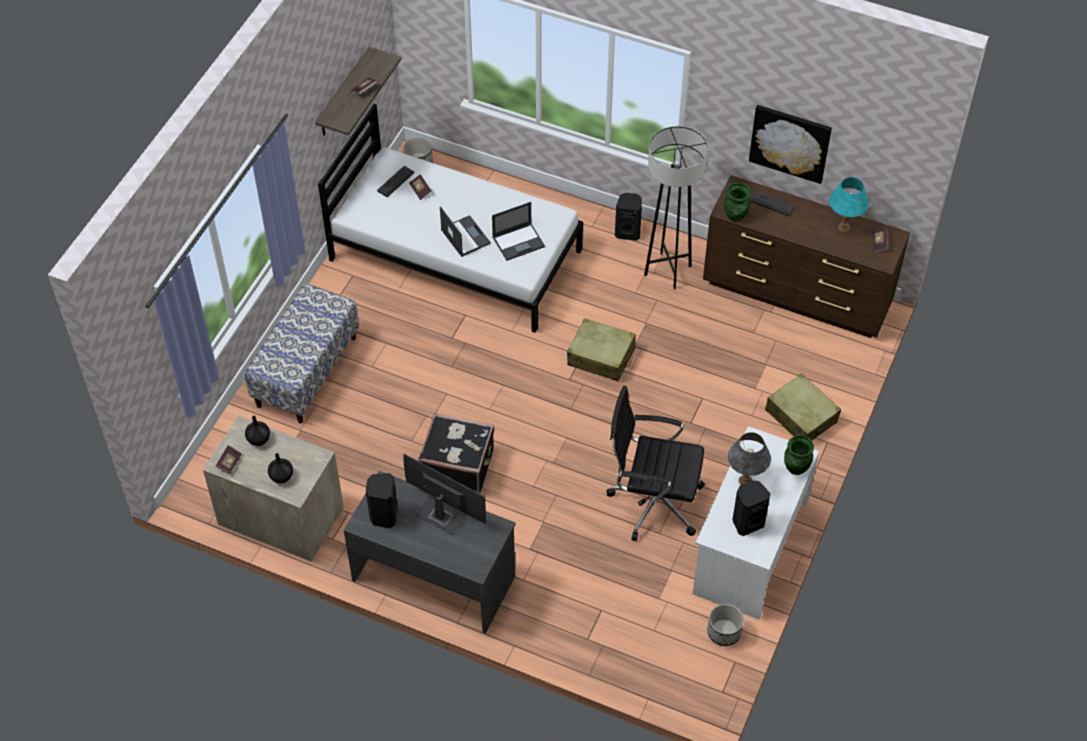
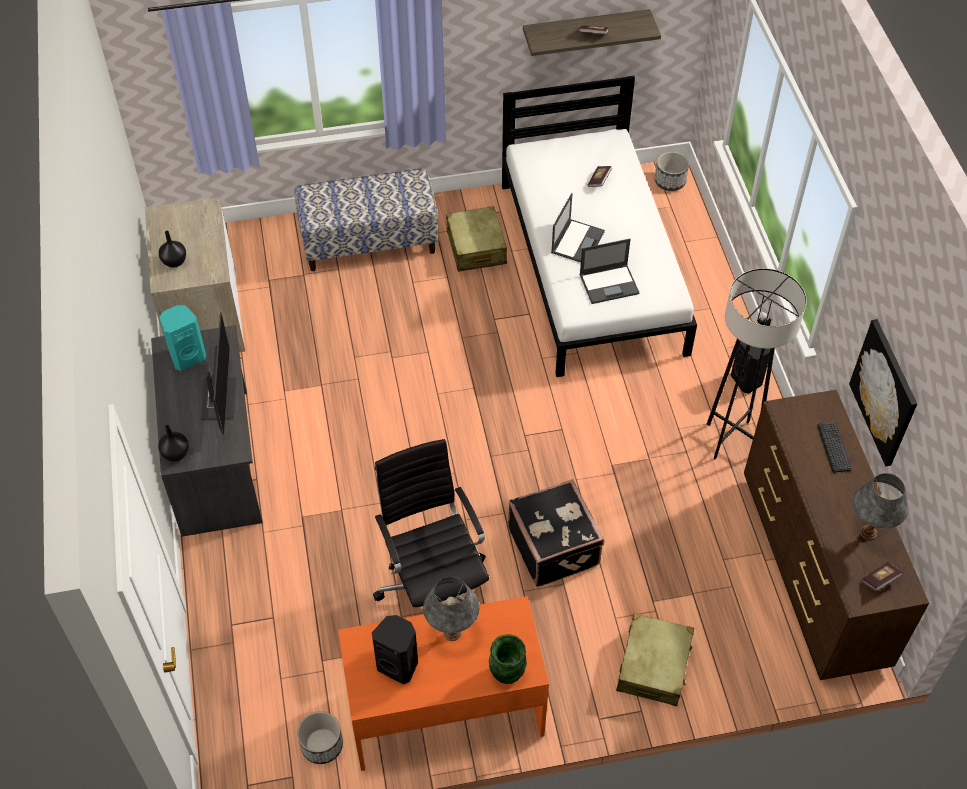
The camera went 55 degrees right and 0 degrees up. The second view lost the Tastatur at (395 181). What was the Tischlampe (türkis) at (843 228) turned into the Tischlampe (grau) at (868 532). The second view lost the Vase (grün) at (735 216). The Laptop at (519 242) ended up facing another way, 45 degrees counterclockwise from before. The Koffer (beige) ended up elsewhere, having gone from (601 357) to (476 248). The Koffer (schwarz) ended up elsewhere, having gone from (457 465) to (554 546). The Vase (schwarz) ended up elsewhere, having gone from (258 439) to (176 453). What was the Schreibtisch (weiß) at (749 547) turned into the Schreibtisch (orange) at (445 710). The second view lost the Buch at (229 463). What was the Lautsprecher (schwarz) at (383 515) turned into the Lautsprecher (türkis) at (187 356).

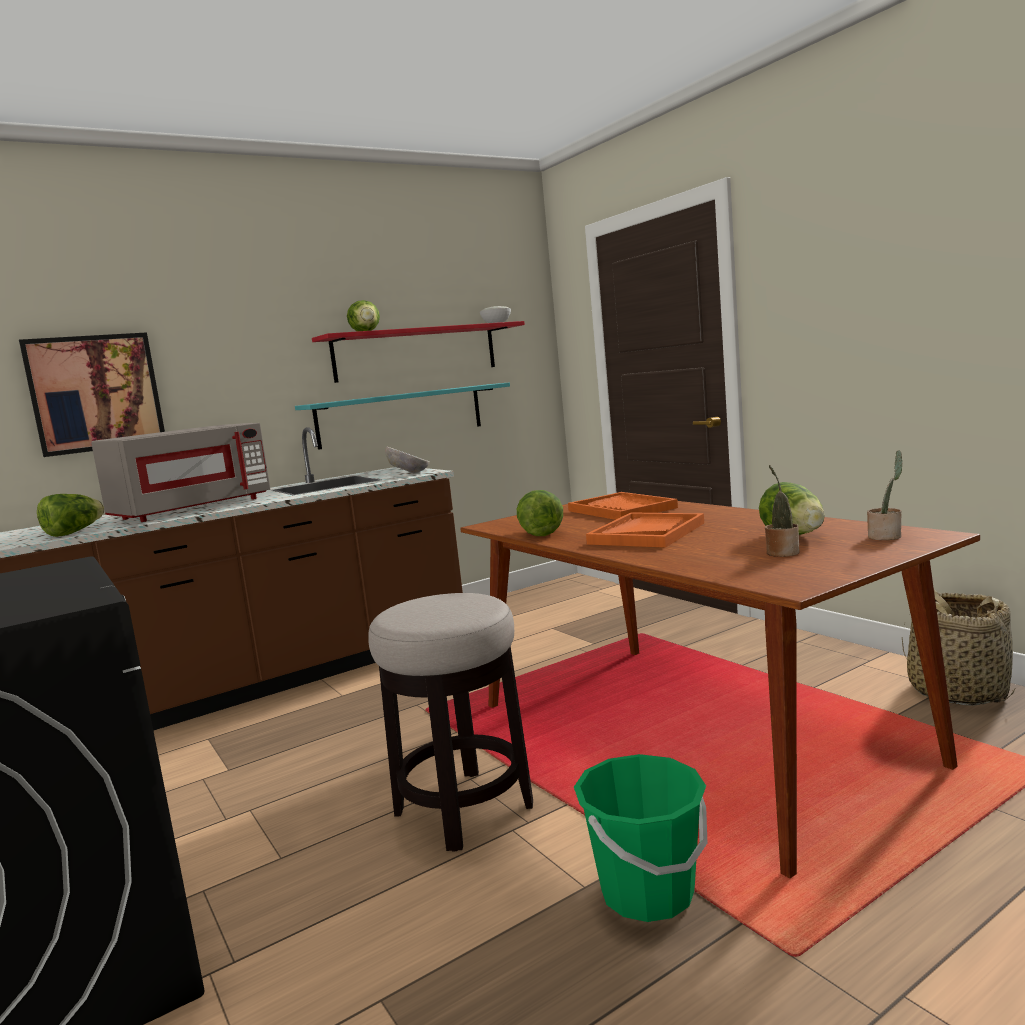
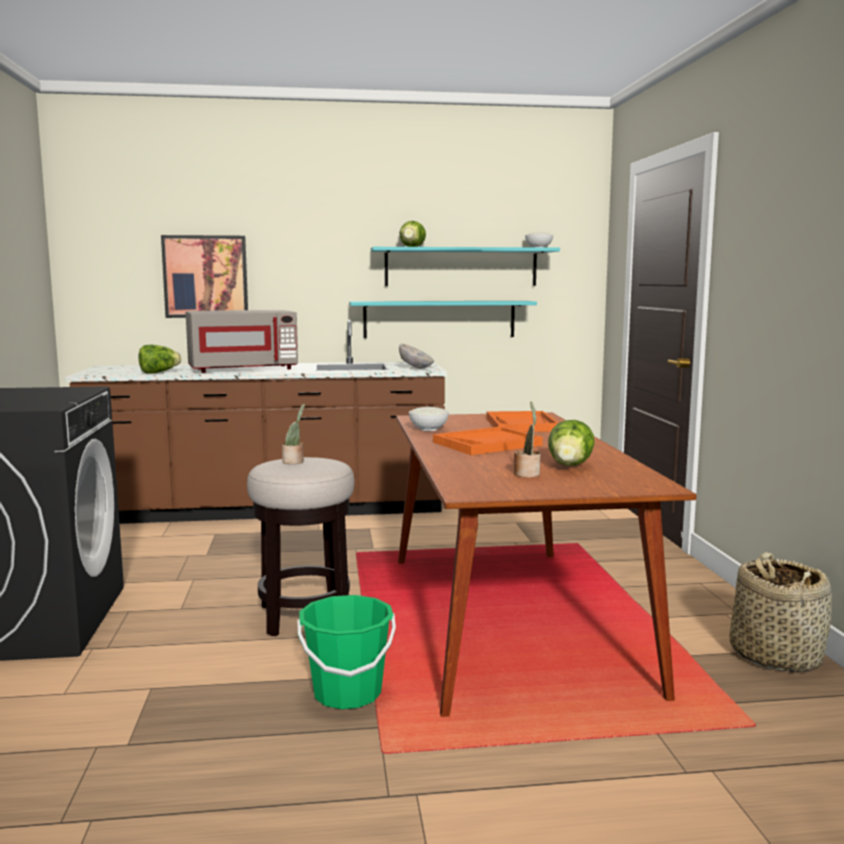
The camera went 25 degrees right and 0 degrees up. What was the Wandregal (rot) at (416 352) turned into the Wandregal (türkis) at (461 267). The Topfpflanze ended up elsewhere, having gone from (886 536) to (294 462). Where the Salatkopf stood at (539 533), the Schüssel (weiß) came to stand at (428 429).

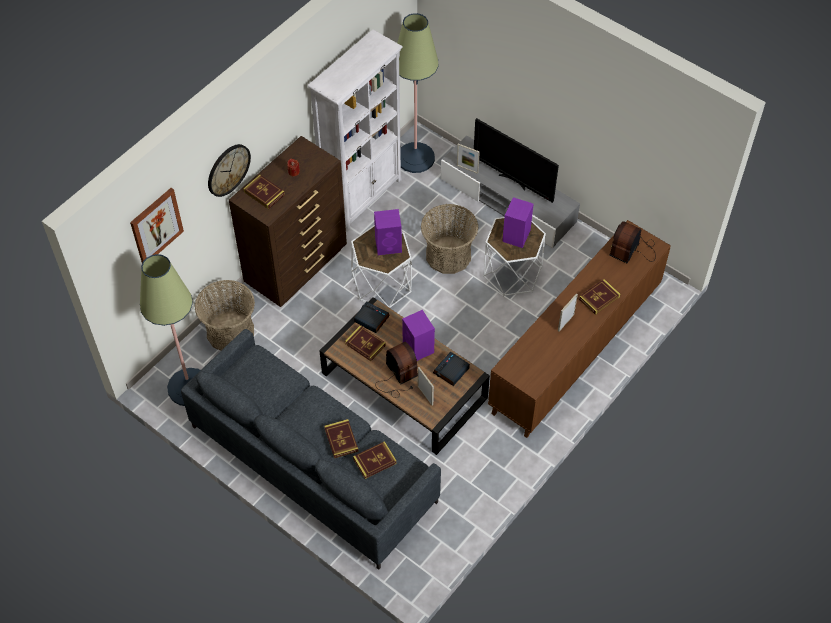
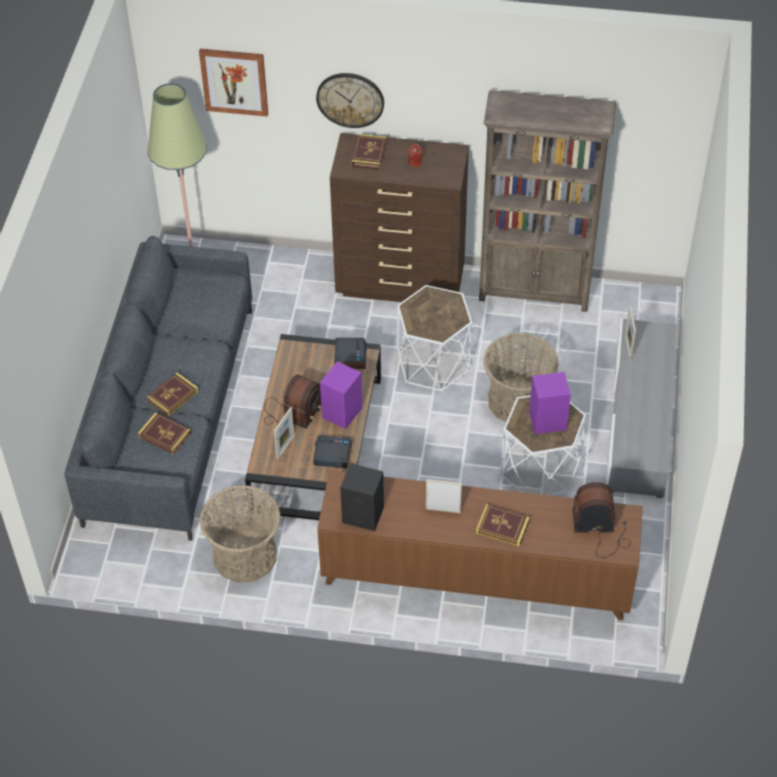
The camera went 60 degrees right and 5 degrees down. The second view lost the Stehlampe at (415 158). What was the Bücherregal (weiß) at (362 197) turned into the Bücherregal (braun) at (535 291). The second view lost the Fernseher at (513 181). The second view lost the Lautsprecher (lila) at (389 245). The Korb ended up elsewhere, having gone from (230 332) to (245 555). The second view lost the Buch at (365 344). The second view gained the Lautsprecher (schwarz) at (364 515).

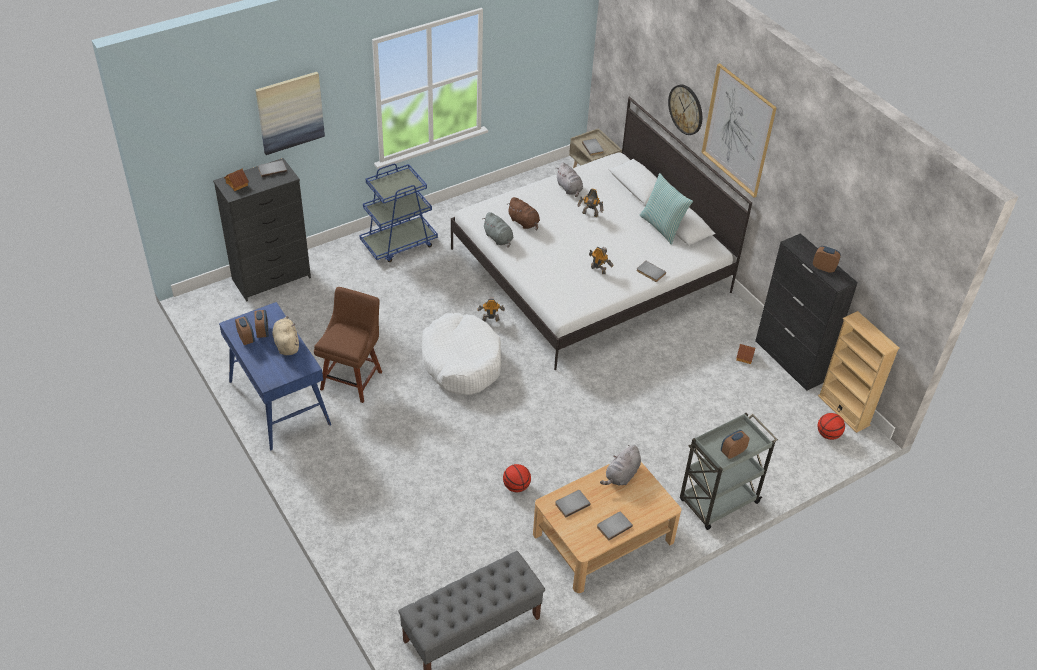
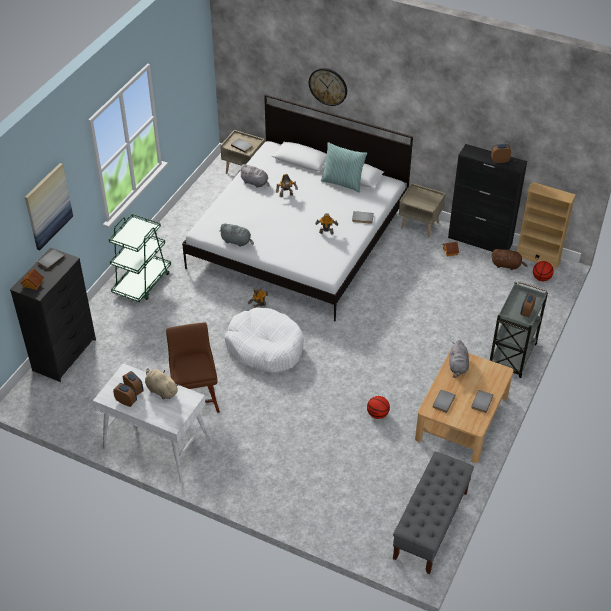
The camera went 30 degrees left and 0 degrees up. The second view lost the Bild at (738 130). What was the Rollwagen (blau) at (399 244) turned into the Rollwagen (grün) at (142 282). The Plüschtier (braun) ended up elsewhere, having gone from (524 222) to (507 265). What was the Schreibtisch (blau) at (278 403) turned into the Schreibtisch (weiß) at (156 444). The second view gained the Nachttisch (beige) at (420 225).

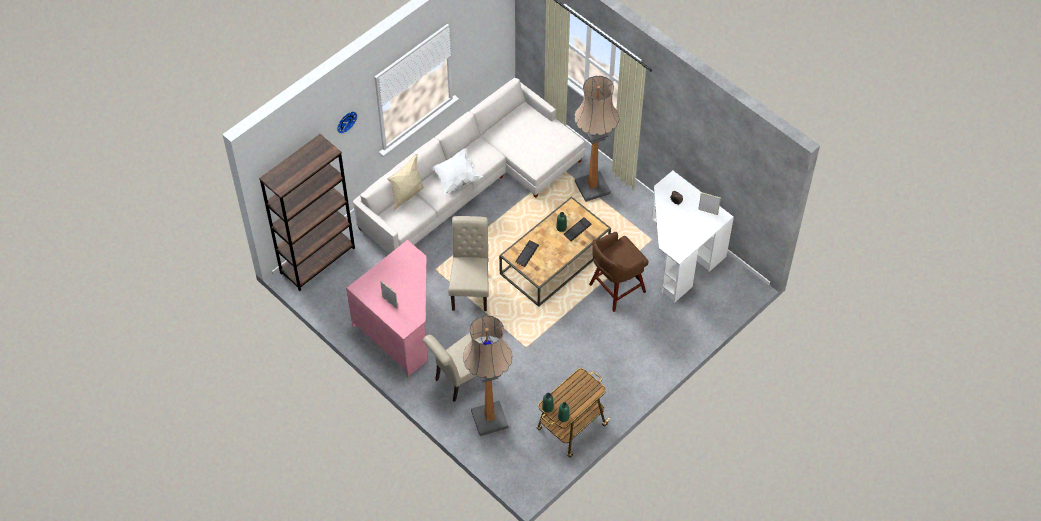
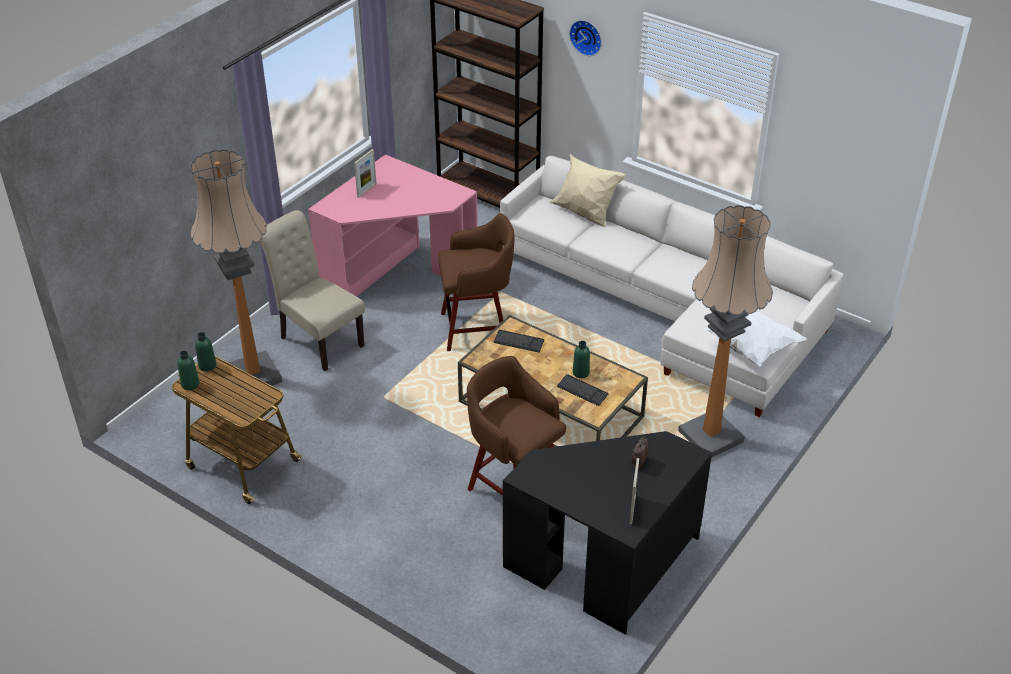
The camera went 80 degrees right and 15 degrees down. The Kissen (weiß) ended up elsewhere, having gone from (455 178) to (752 348). What was the Schreibtisch (weiß) at (679 256) turned into the Schreibtisch (schwarz) at (606 564). Where the Stuhl (beige) stood at (470 288), the Hocker (braun) came to stand at (477 329).

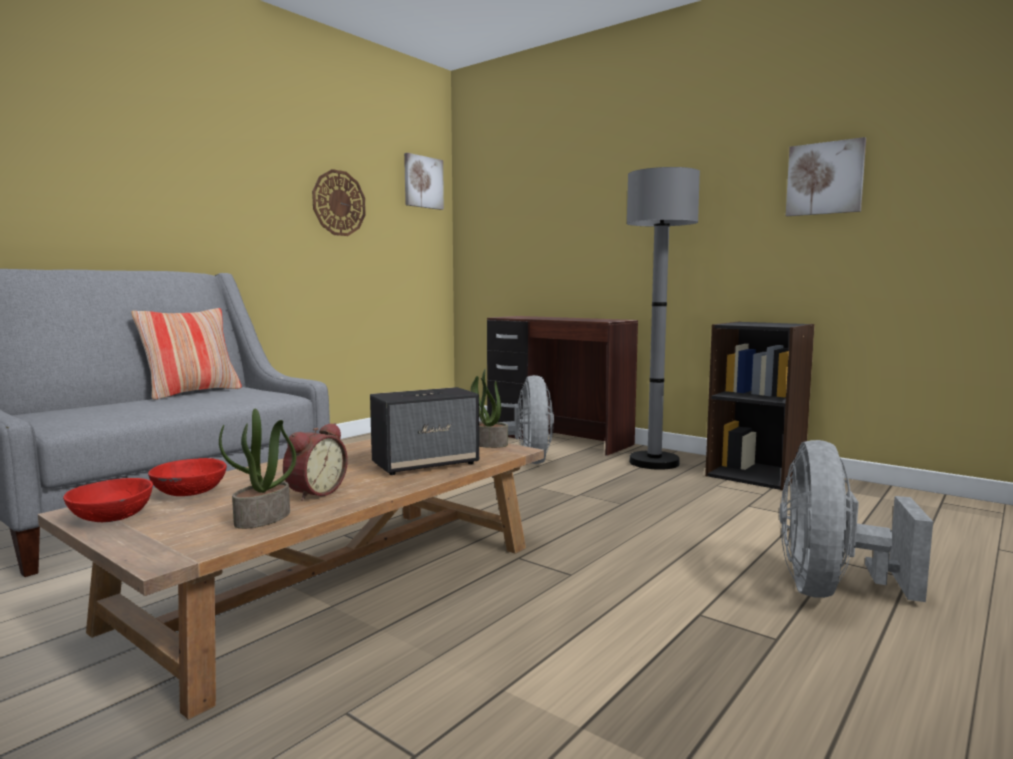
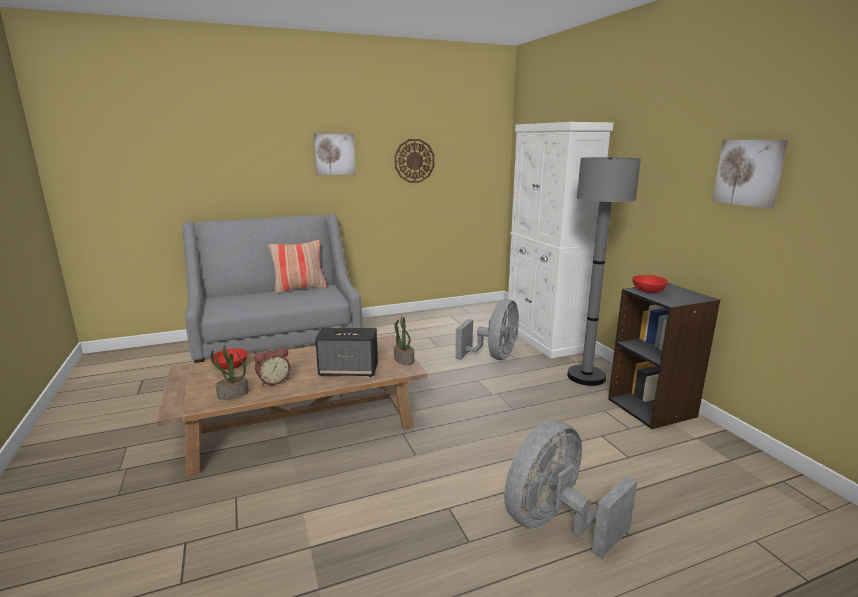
The camera went 30 degrees right and 10 degrees up. The Bild ended up elsewhere, having gone from (423 182) to (334 154). Where the Schreibtisch (braun) stood at (558 440), the Schrank (weiß) came to stand at (544 339). The Schüssel (rot) ended up elsewhere, having gone from (112 516) to (648 290).

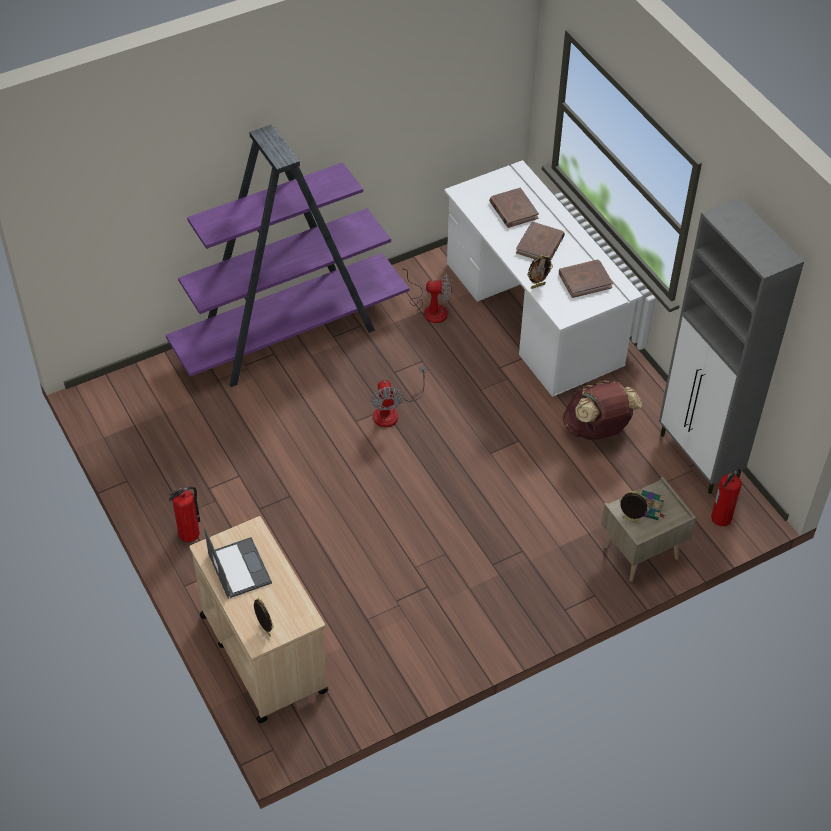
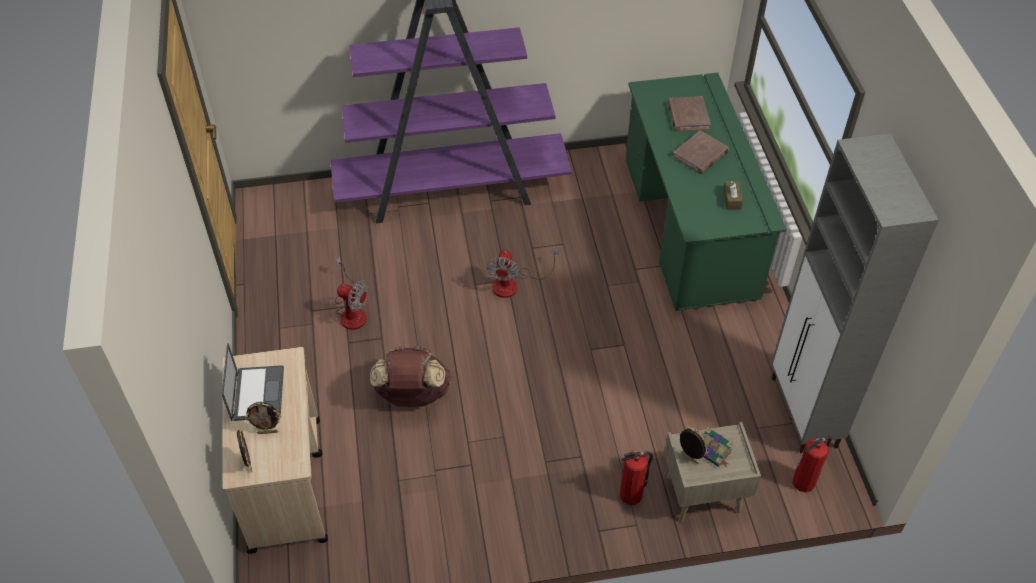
The camera went 20 degrees right and 0 degrees up. What was the Schreibtisch (weiß) at (533 314) turned into the Schreibtisch (grün) at (690 227). The Bilderrahmen ended up elsewhere, having gone from (537 285) to (268 432). Where the Buch (braun) stood at (585 280), the Taschentuchbox (braun) came to stand at (732 199). The Ventilator ended up elsewhere, having gone from (430 308) to (351 311). The Rucksack (braun) ended up elsewhere, having gone from (597 430) to (412 396). The Feuerlöscher ended up elsewhere, having gone from (189 533) to (631 494).

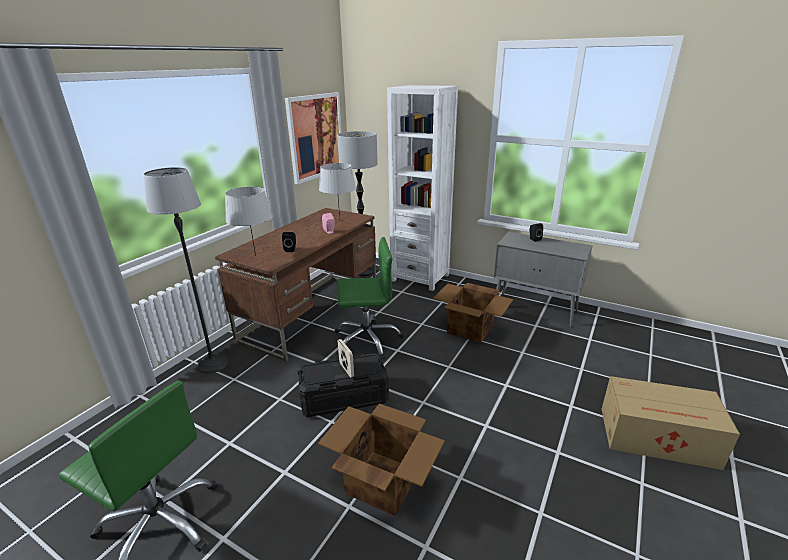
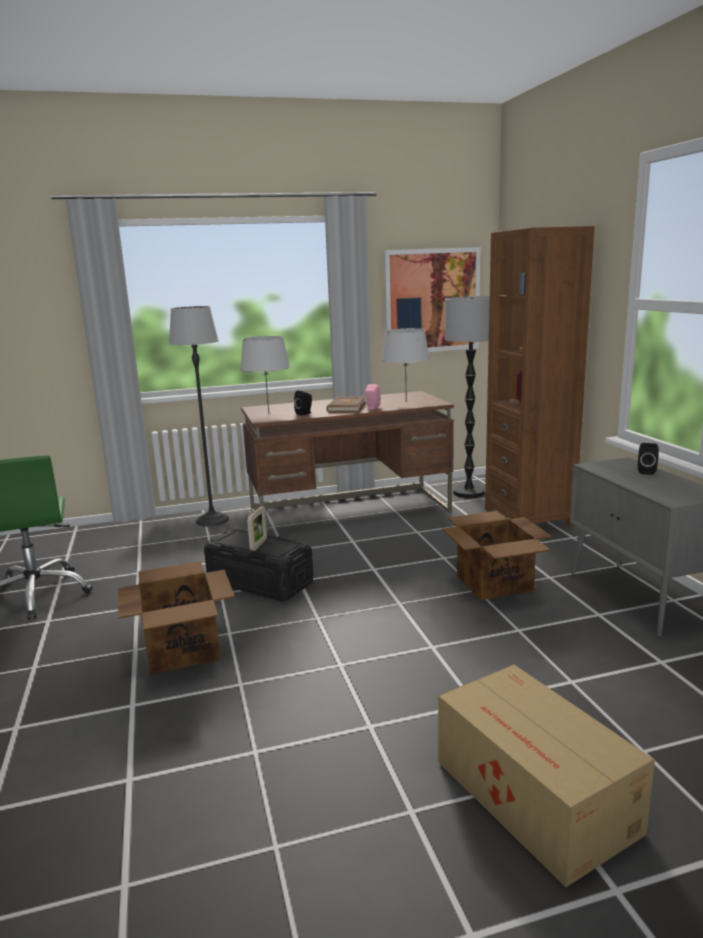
The camera went 45 degrees right and 10 degrees down. What was the Bücherregal (weiß) at (420 277) turned into the Bücherregal (braun) at (528 517). The second view lost the Bürostuhl (grün) at (367 340). The second view gained the Buch (braun) at (345 407).

